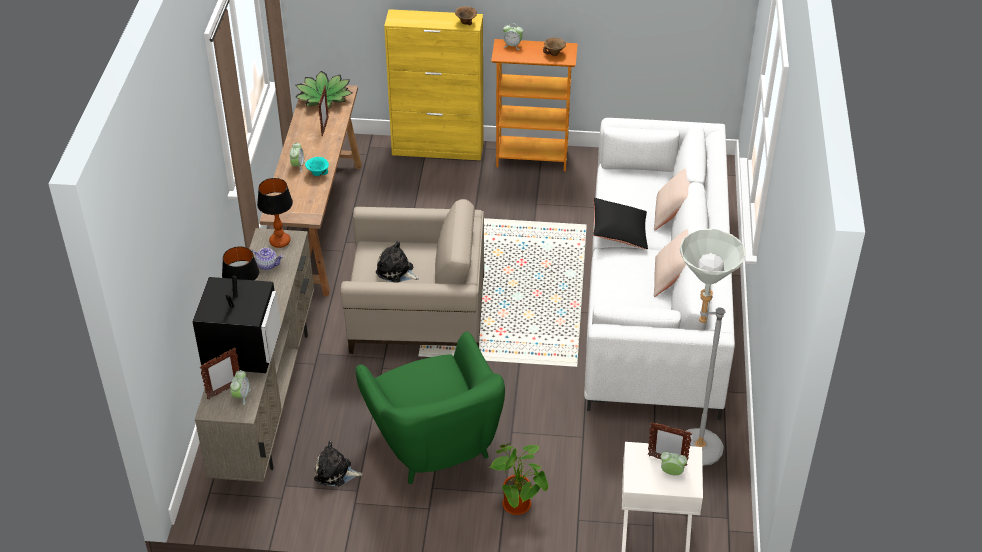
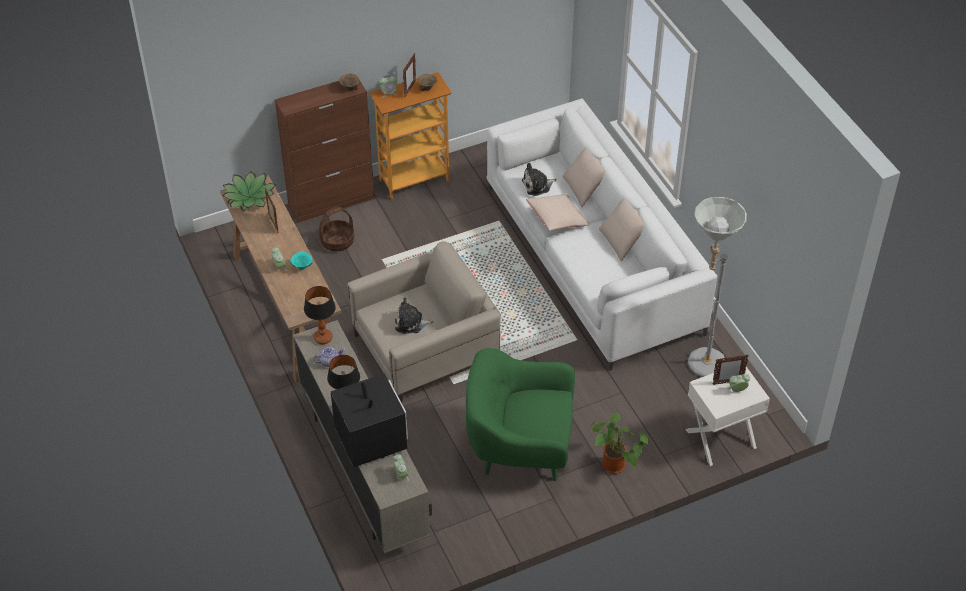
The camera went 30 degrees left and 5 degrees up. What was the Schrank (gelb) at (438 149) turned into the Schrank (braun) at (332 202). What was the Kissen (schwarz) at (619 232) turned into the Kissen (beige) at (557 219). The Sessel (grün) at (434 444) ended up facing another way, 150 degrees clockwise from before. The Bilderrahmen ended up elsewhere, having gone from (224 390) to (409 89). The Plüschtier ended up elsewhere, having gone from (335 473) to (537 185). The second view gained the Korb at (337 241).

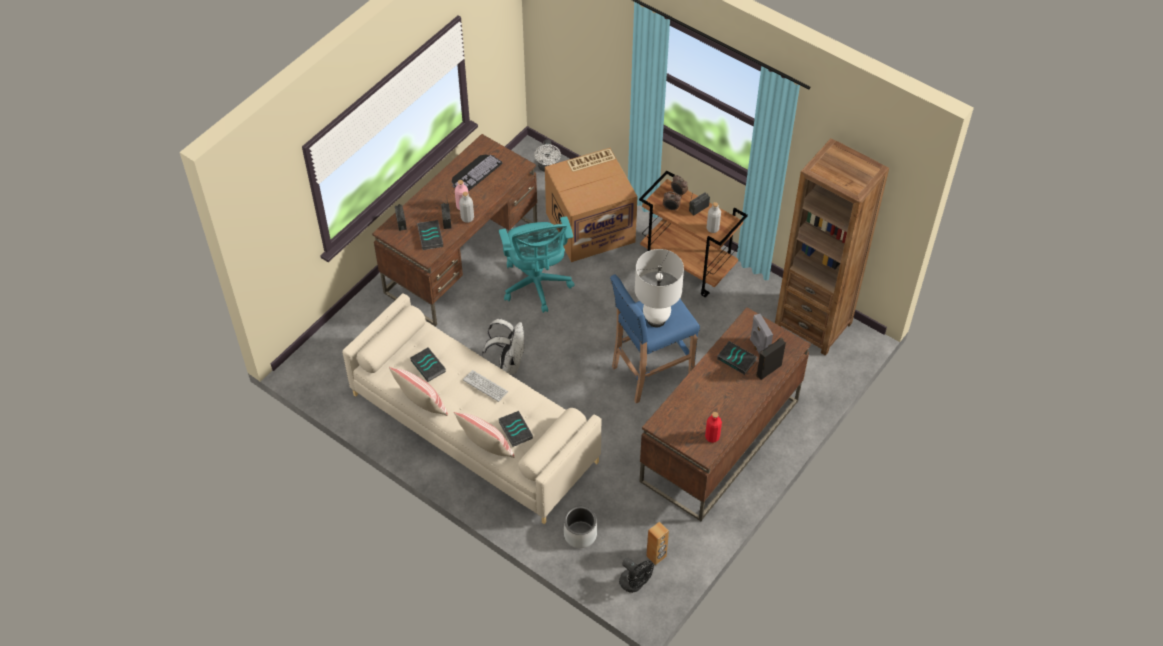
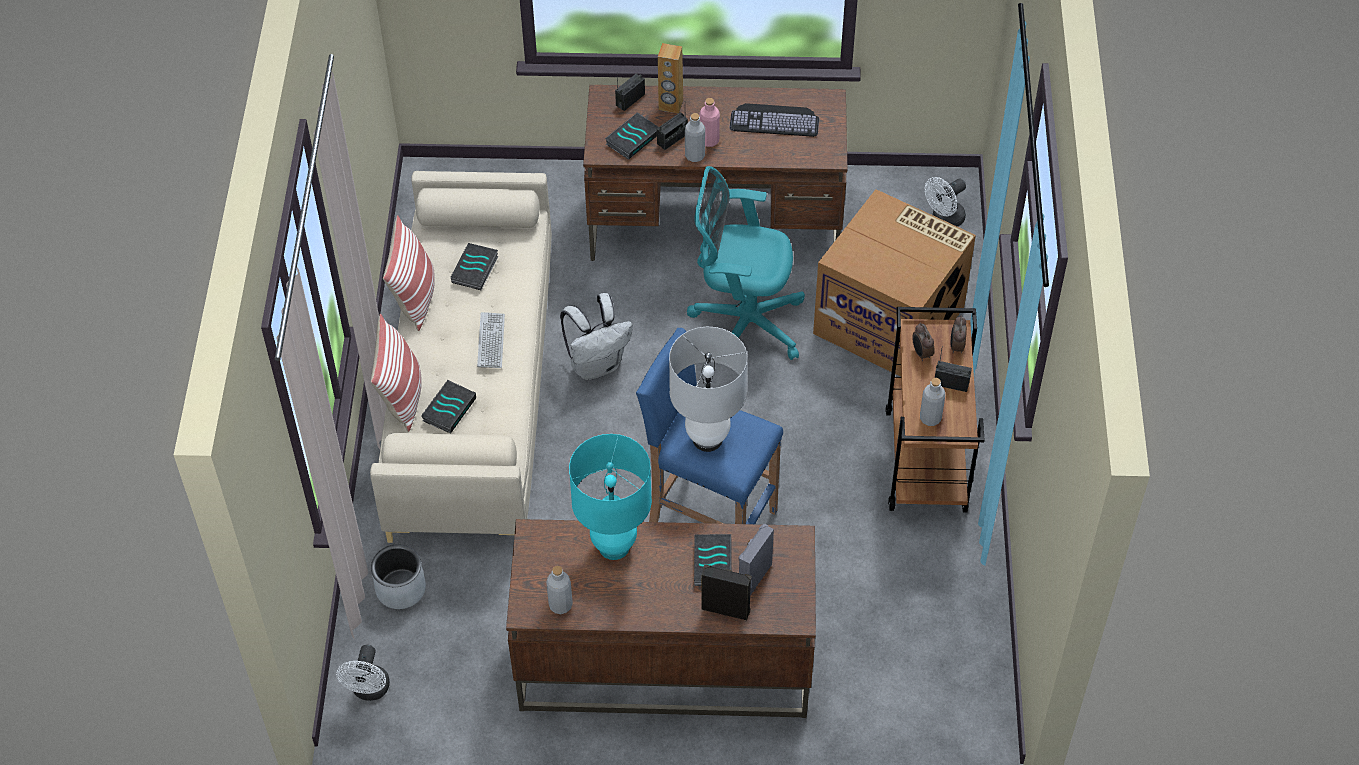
The camera went 55 degrees right and 0 degrees up. The second view lost the Bücherregal (braun) at (813 324). The Bürostuhl (türkis) at (537 285) ended up facing another way, 60 degrees clockwise from before. What was the Flasche (rot) at (712 437) turned into the Flasche (grau) at (560 605). The Lautsprecher (braun) ended up elsewhere, having gone from (656 556) to (670 105). What was the Ventilator (schwarz) at (635 584) turned into the Ventilator (weiß) at (370 691). The second view gained the Tischlampe (türkis) at (613 546).

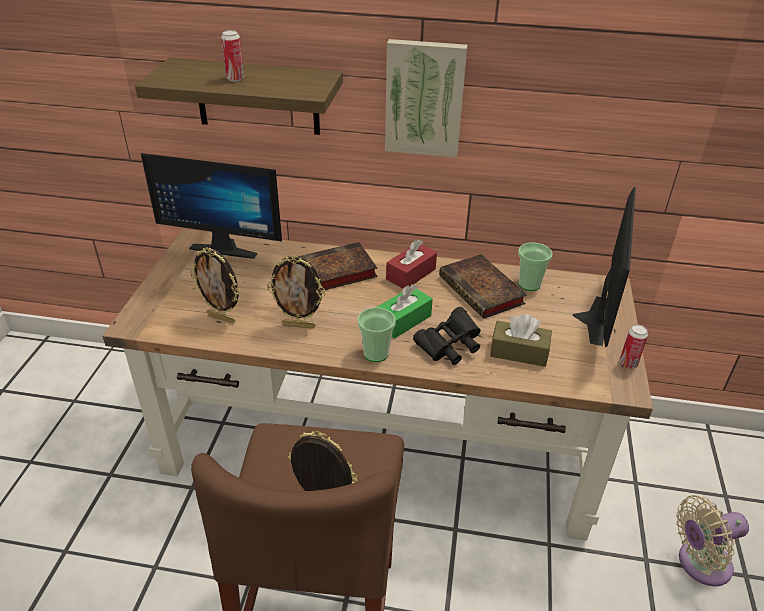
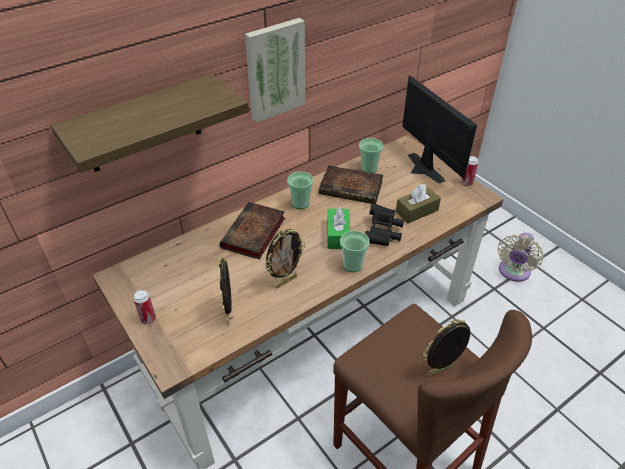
The camera went 45 degrees left and 5 degrees up. The Dose ended up elsewhere, having gone from (235 79) to (148 319). The second view lost the Monitor at (226 246). Where the Taschentuchbox (rot) stood at (411 274), the Tasse came to stand at (300 203). The Bilderrahmen at (222 318) ended up facing another way, 105 degrees clockwise from before.

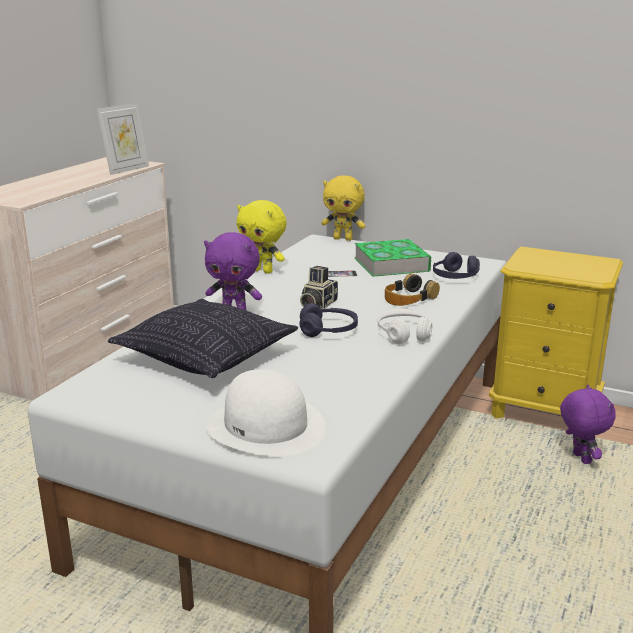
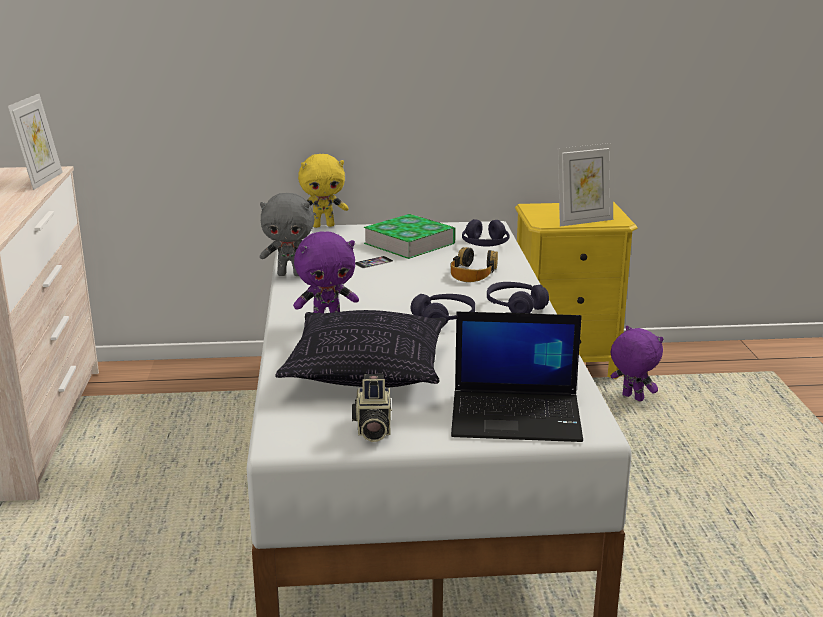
The camera went 30 degrees left and 0 degrees up. What was the Plüschtier (gelb) at (263 271) turned into the Plüschtier (grau) at (290 274). The Kamera ended up elsewhere, having gone from (317 304) to (372 429). What was the Kopfhörer (weiß) at (404 334) turned into the Kopfhörer (lila) at (515 306). Where the Hut (weiß) stood at (266 426), the Laptop came to stand at (517 416). The second view gained the Bilderrahmen at (583 221).

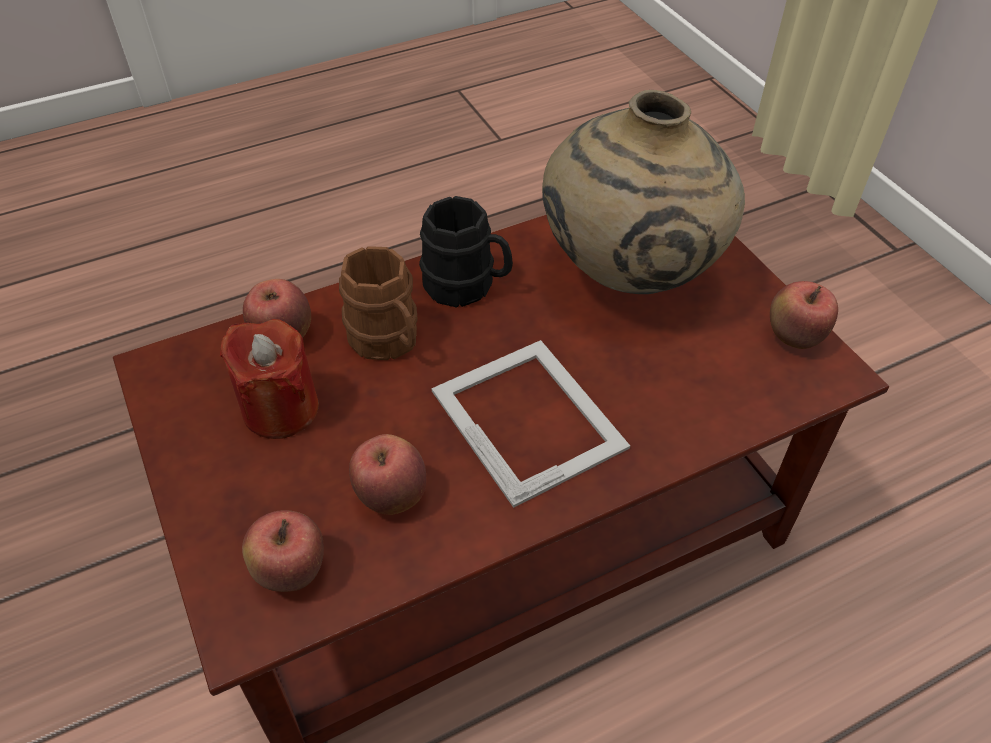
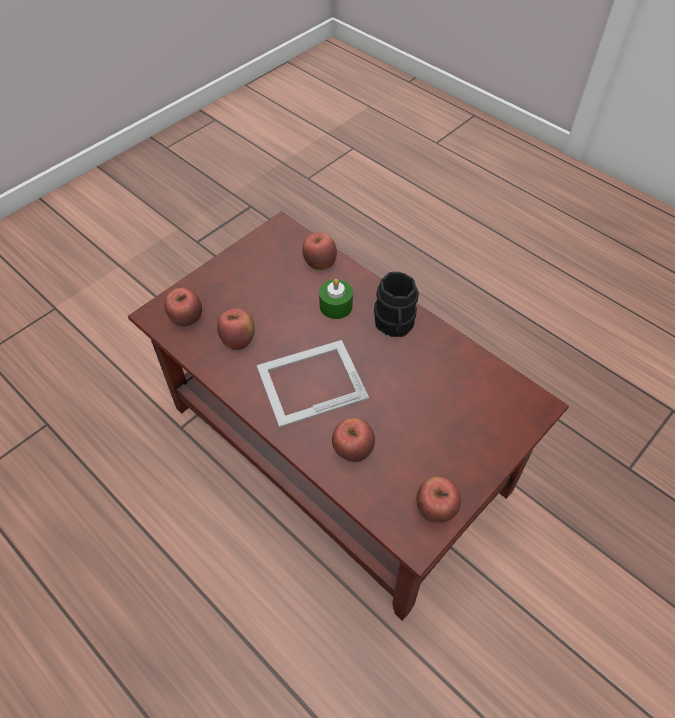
The camera went 70 degrees right and 5 degrees up. The second view lost the Vase (beige) at (628 276). Where the Henkelbecher (braun) stood at (388 342), the Kerze (grün) came to stand at (336 306). The second view lost the Kerze (rot) at (280 409). The Bilderrahmen at (528 416) ended up facing another way, 150 degrees counterclockwise from before. The second view gained the Apfel at (353 451).

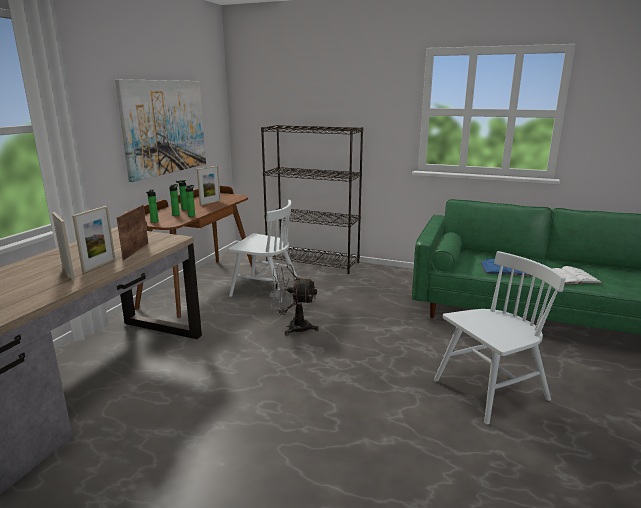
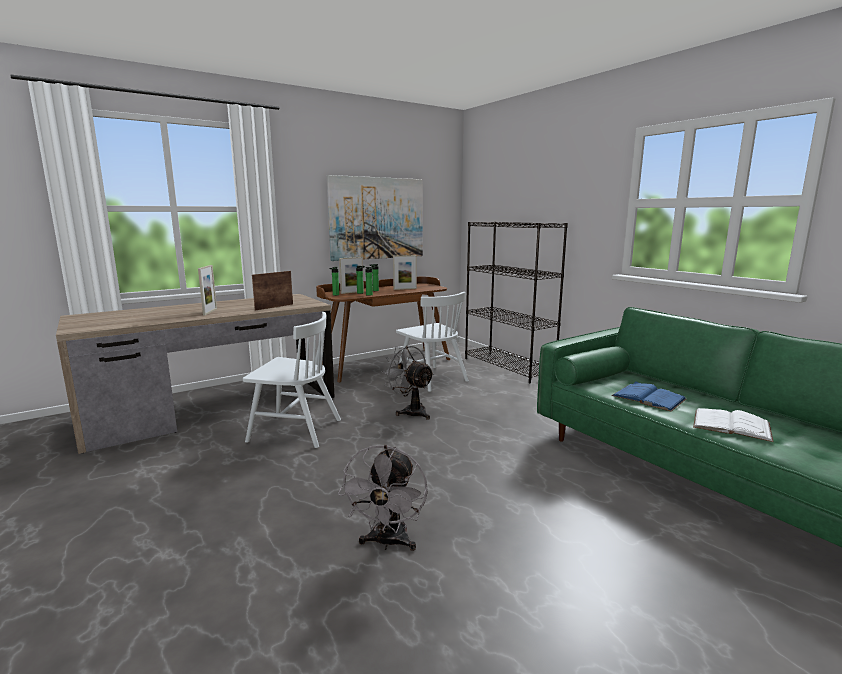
The camera went 35 degrees right and 5 degrees down. The Bilderrahmen ended up elsewhere, having gone from (99 265) to (352 292). The Stuhl (weiß) ended up elsewhere, having gone from (490 390) to (295 430). The second view gained the Ventilator (grau) at (388 543).

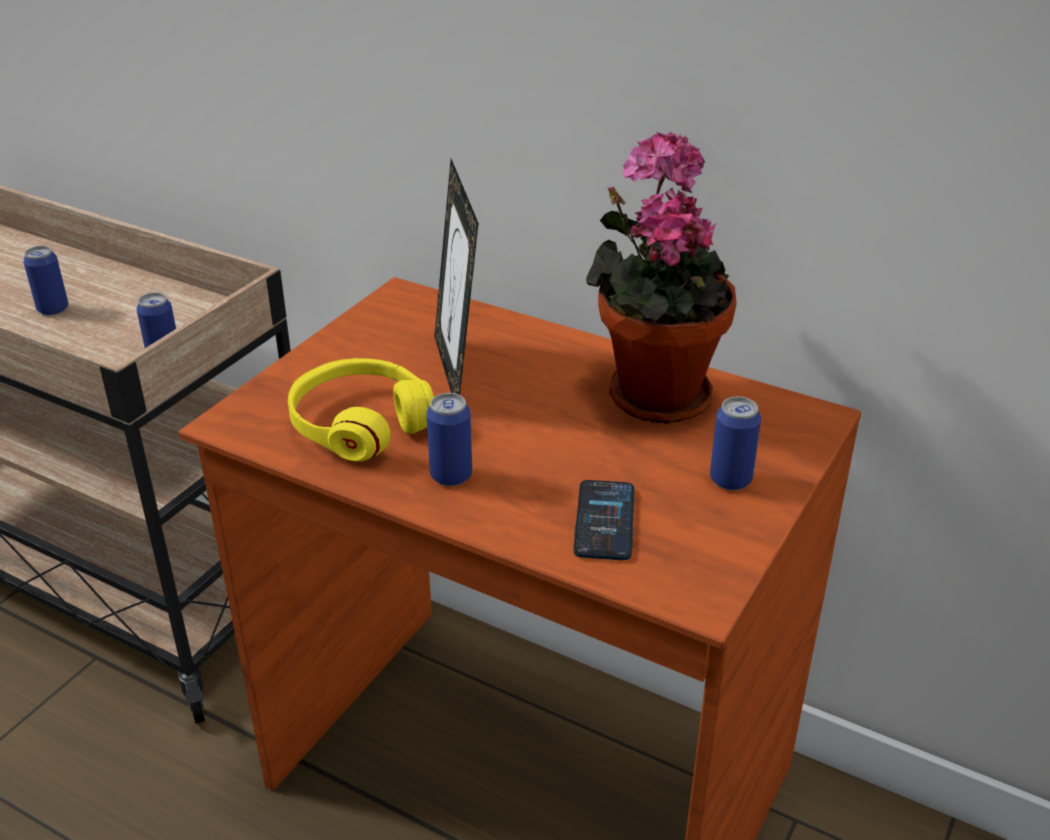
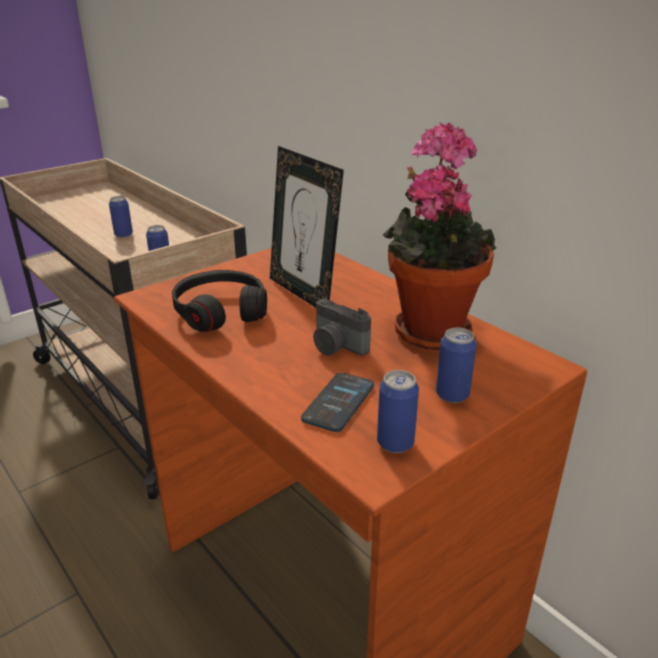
The camera went 20 degrees right and 5 degrees down. The Bilderrahmen at (457 371) ended up facing another way, 45 degrees counterclockwise from before. What was the Kopfhörer (gelb) at (360 423) turned into the Kopfhörer (schwarz) at (220 311). The Dose ended up elsewhere, having gone from (451 475) to (395 443). The second view gained the Kamera at (336 346).

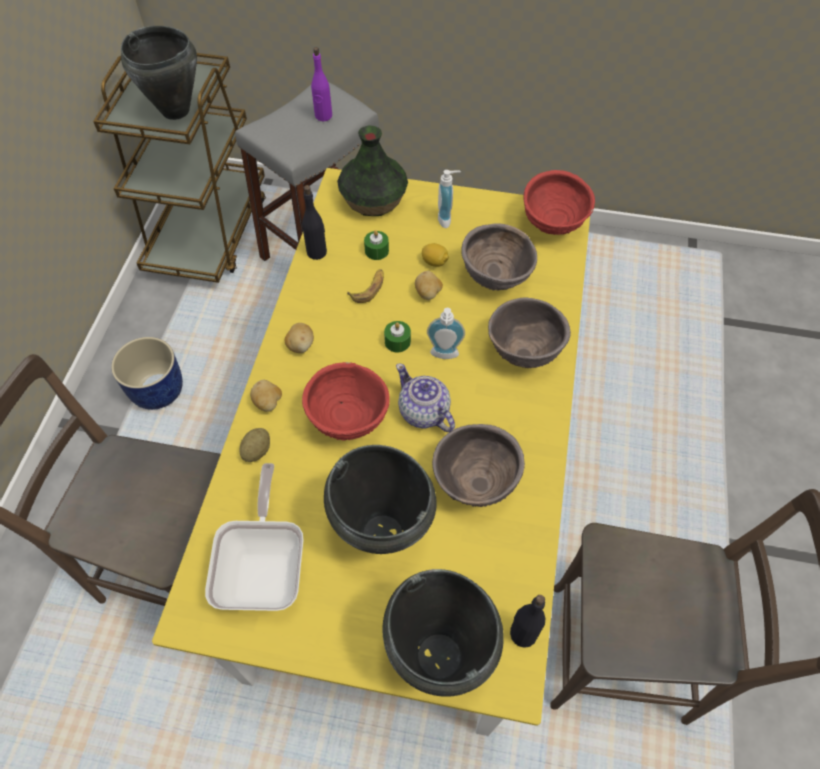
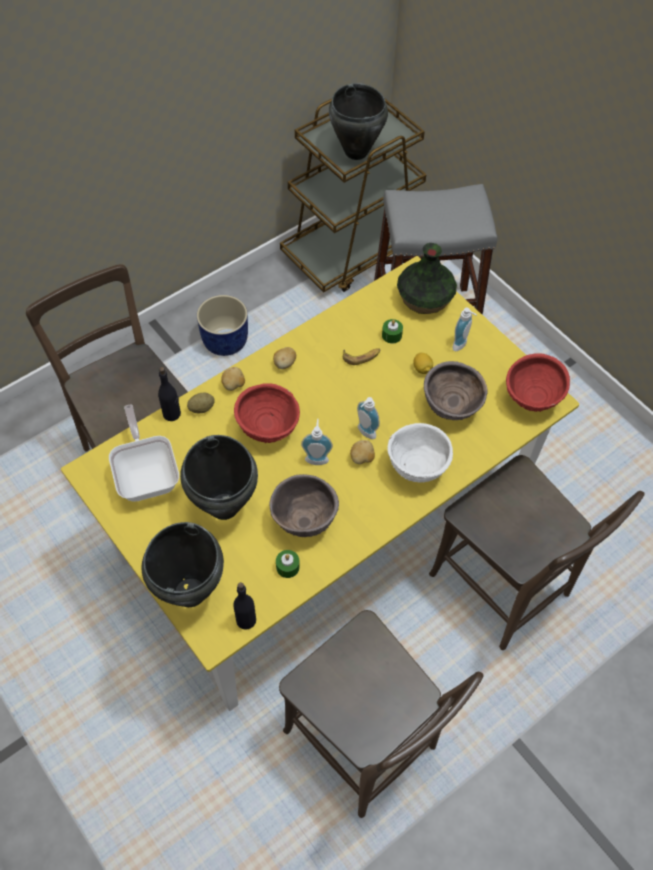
The camera went 40 degrees right and 0 degrees up. The second view lost the Flasche (lila) at (323 116). The Flasche (schwarz) ended up elsewhere, having gone from (317 252) to (172 414). The Kartoffel ended up elsewhere, having gone from (428 293) to (362 458). What was the Schüssel (braun) at (523 353) turned into the Schüssel (weiß) at (417 468). The Kerze (grün) ended up elsewhere, having gone from (397 341) to (287 567). Where the Teekanne stood at (424 412), the Seifenspender came to stand at (317 457). The Pfanne at (265 567) ended up facing another way, 60 degrees counterclockwise from before. The second view gained the Stuhl (braun) at (505 590).

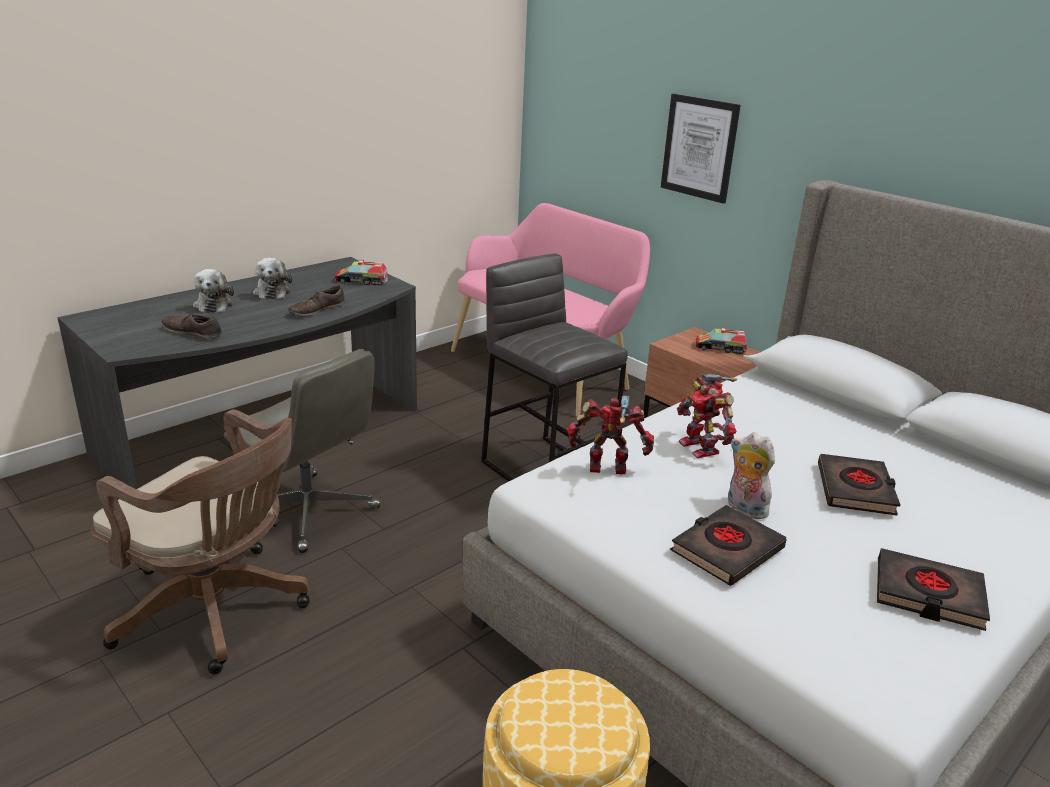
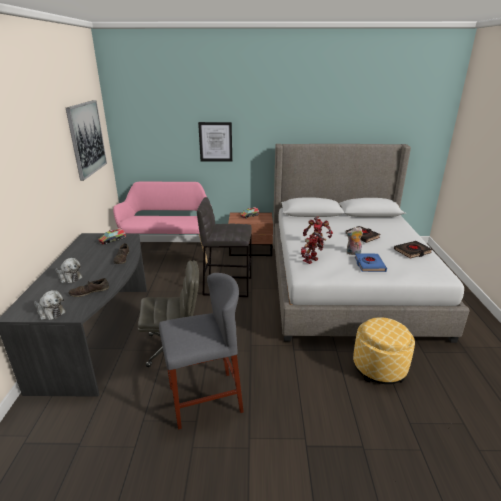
The camera went 45 degrees left and 0 degrees up. The Plüschtier ended up elsewhere, having gone from (272 292) to (50 312). Where the Bürostuhl (braun) stood at (217 611), the Hocker (grau) came to stand at (205 399). What was the Buch (schwarz) at (726 550) turned into the Buch (blau) at (369 265). The second view gained the Bild at (87 138).

